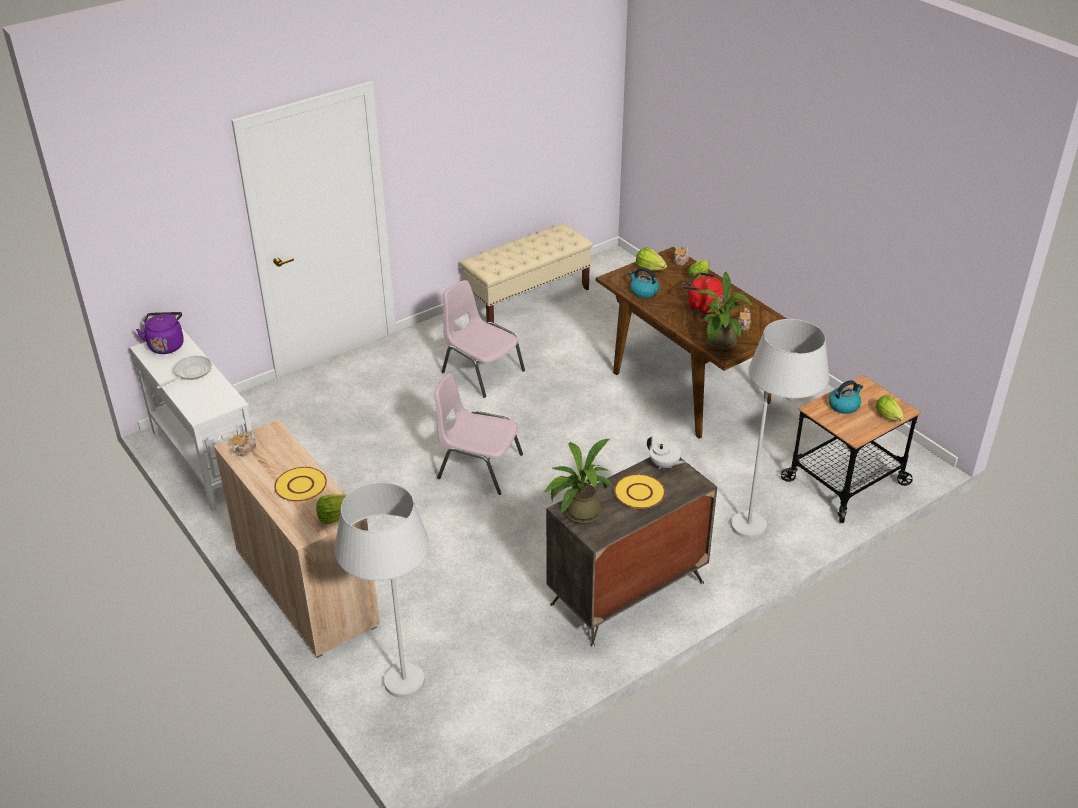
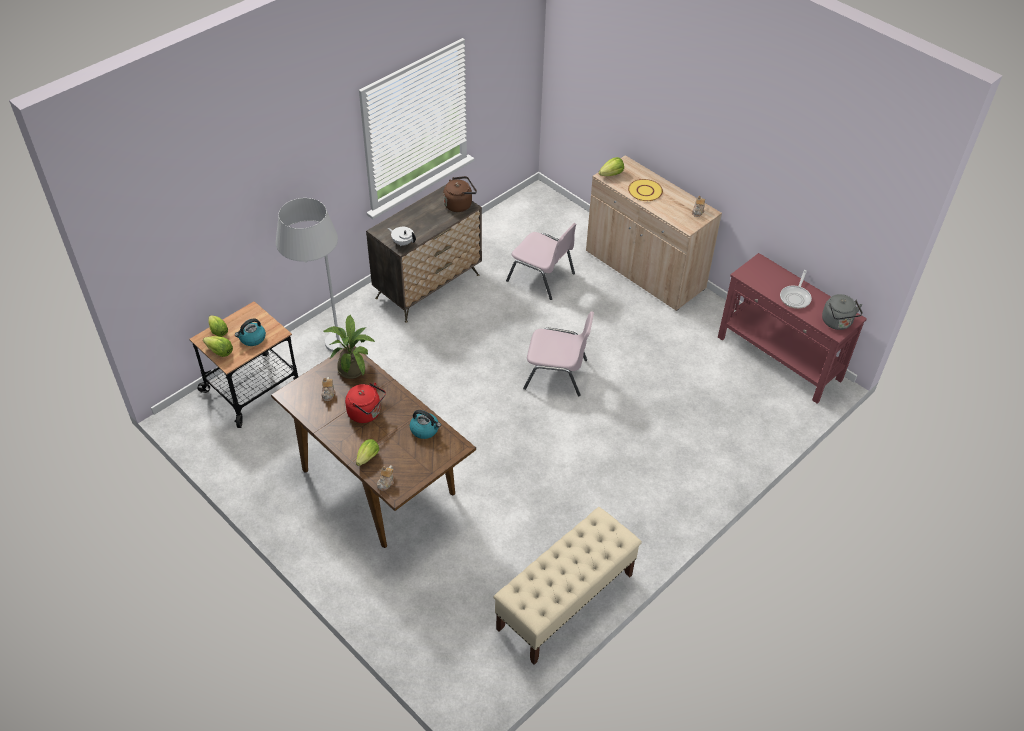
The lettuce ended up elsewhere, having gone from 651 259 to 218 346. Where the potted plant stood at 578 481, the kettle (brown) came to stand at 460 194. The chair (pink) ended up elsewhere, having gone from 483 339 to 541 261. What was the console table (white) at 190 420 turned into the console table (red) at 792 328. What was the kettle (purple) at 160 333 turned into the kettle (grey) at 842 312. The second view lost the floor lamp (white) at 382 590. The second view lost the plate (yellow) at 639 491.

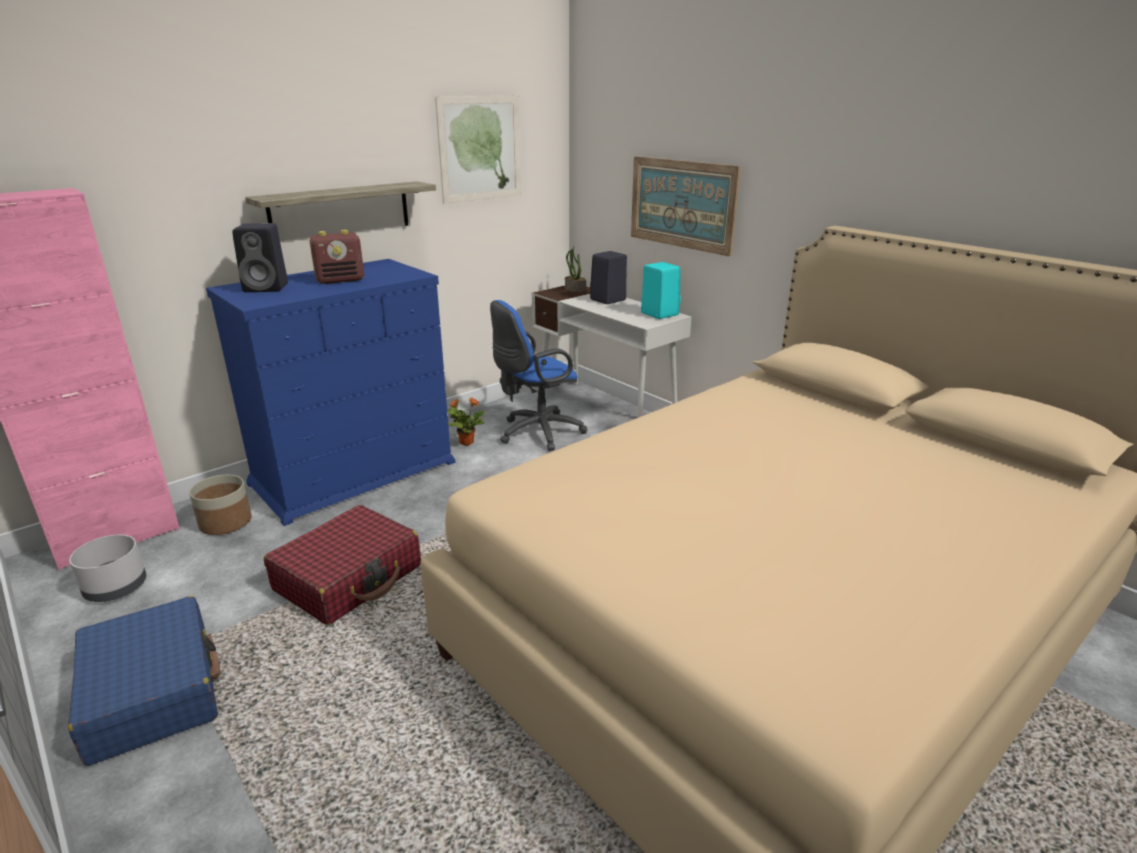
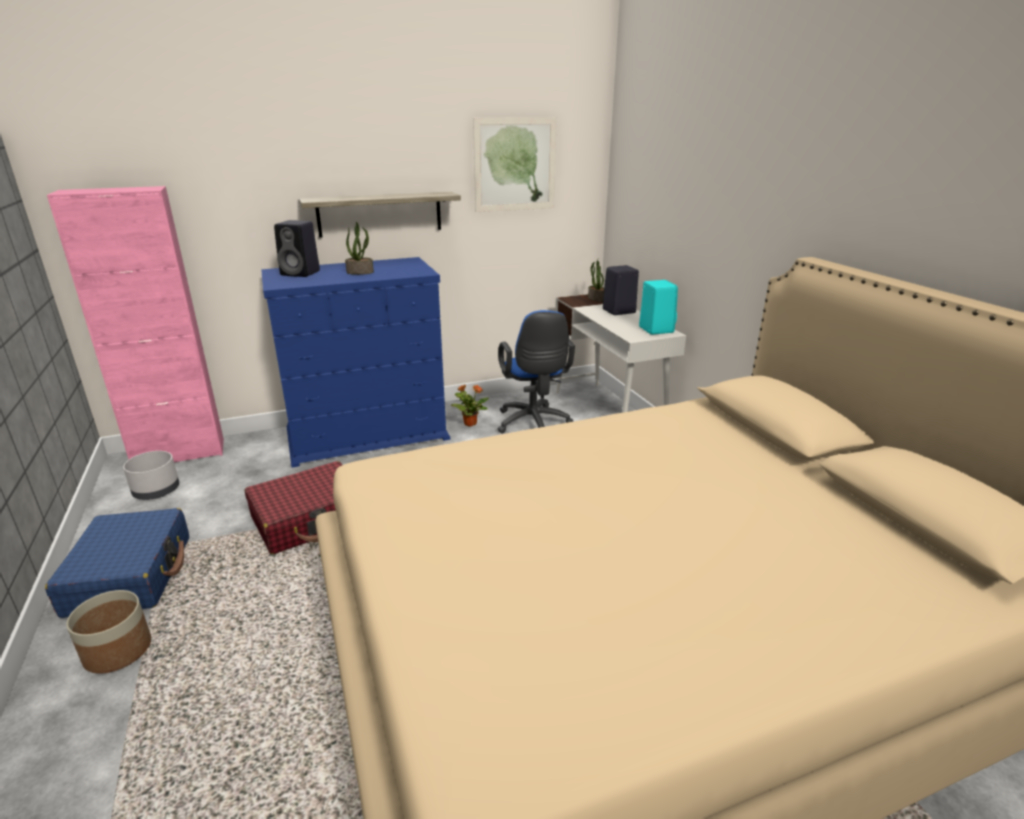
The planter ended up elsewhere, having gone from 220 505 to 108 632. Where the radio stood at 337 257, the potted plant came to stand at 359 248. The office chair (blue) at 538 375 ended up facing another way, 90 degrees counterclockwise from before. The second view lost the picture at 686 206.

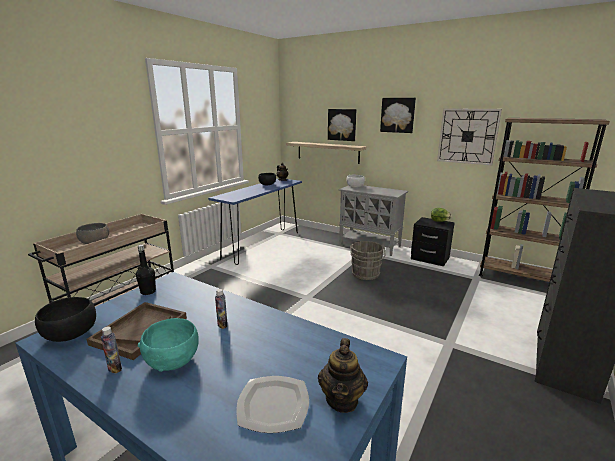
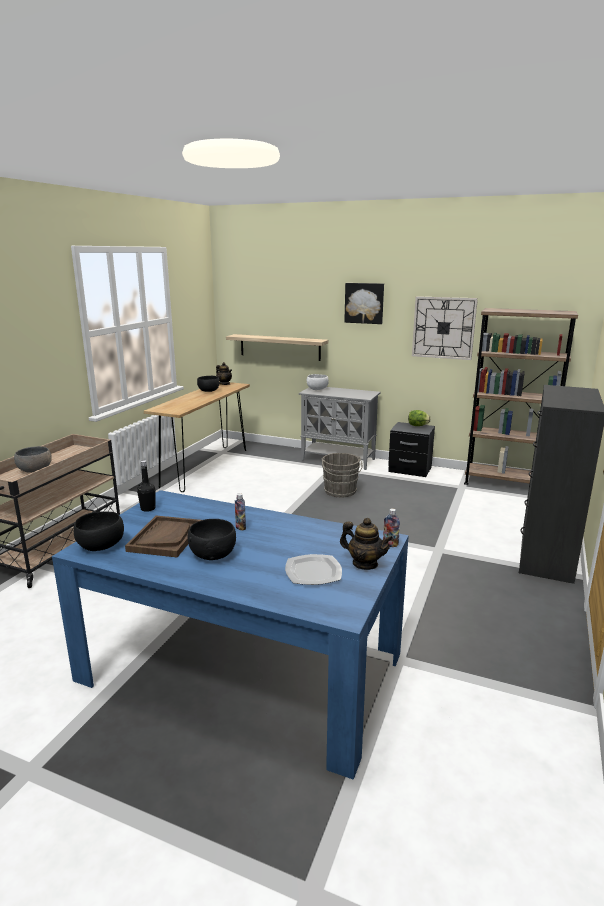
What was the console table (blue) at 255 221 turned into the console table (brown) at 197 437. What was the bowl (turquoise) at 168 345 turned into the bowl (black) at 212 539. The teapot at 343 375 ended up facing another way, 60 degrees counterclockwise from before. The bottle ended up elsewhere, having gone from 111 349 to 391 527. The second view lost the picture at 342 125.

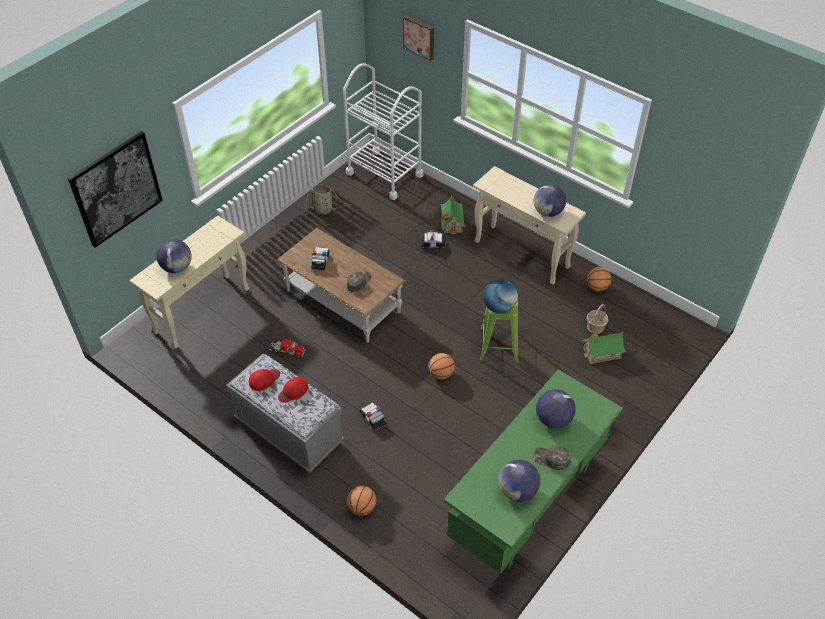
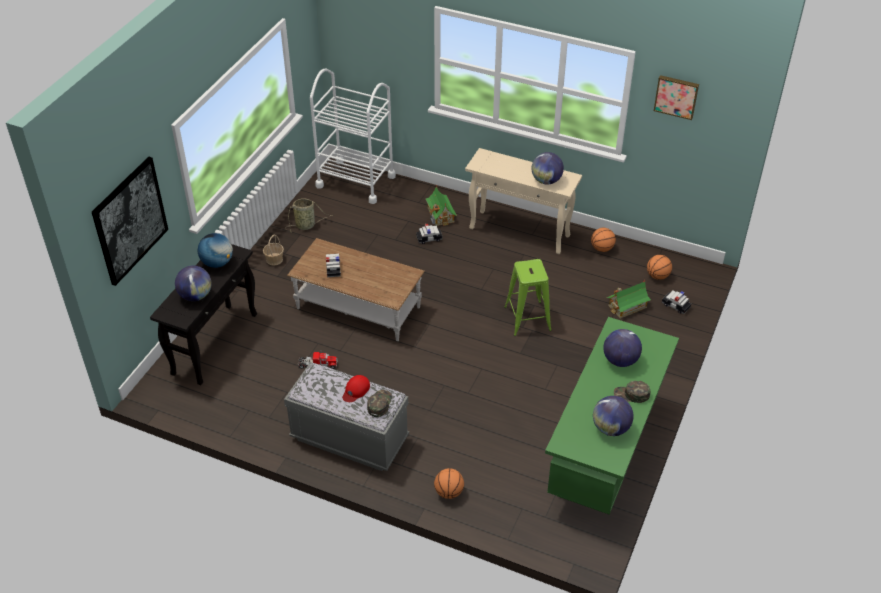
What was the console table (beige) at 189 282 turned into the console table (black) at 203 314. The globe ended up elsewhere, having gone from 500 296 to 215 250. The basket ended up elsewhere, having gone from 597 319 to 273 250. The cap (green) ended up elsewhere, having gone from 359 281 to 379 403. The basketball ended up elsewhere, having gone from 442 366 to 659 267. The picture ended up elsewhere, having gone from 418 38 to 676 97. The toy car ended up elsewhere, having gone from 373 417 to 676 302. The second view lost the cap (red) at 264 380.

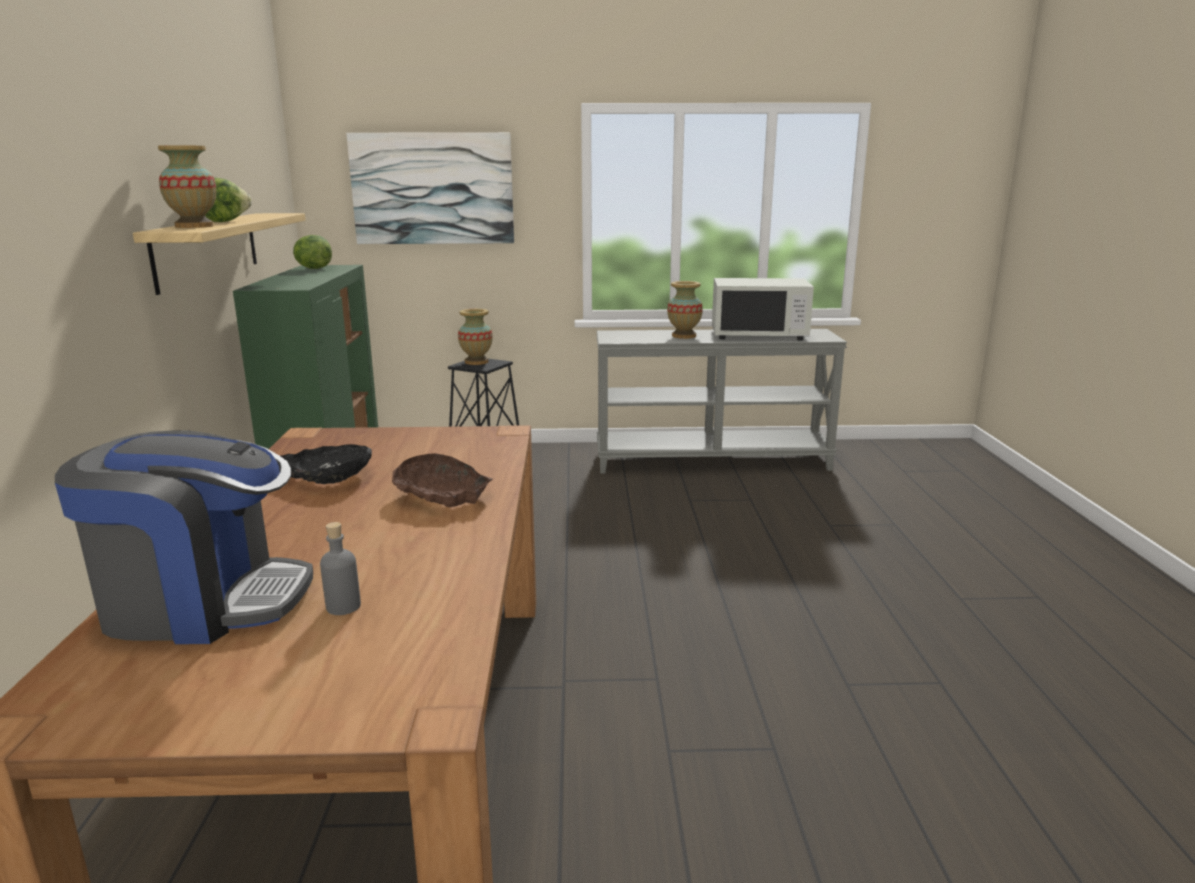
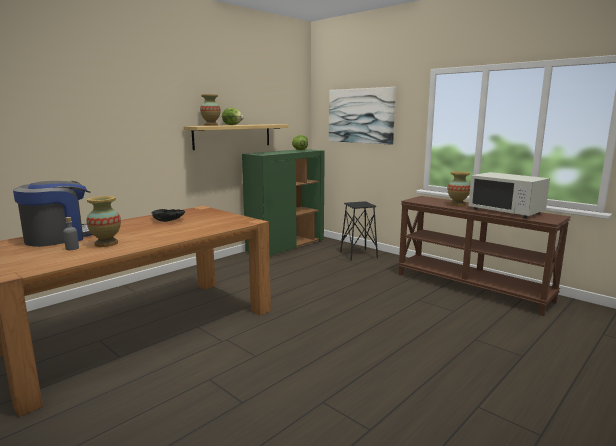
The coffee machine at 184 537 ended up facing another way, 90 degrees counterclockwise from before. The vase ended up elsewhere, having gone from 475 337 to 104 221. What was the console table (grey) at 722 401 turned into the console table (brown) at 484 256. The second view lost the bowl (brown) at 442 480.

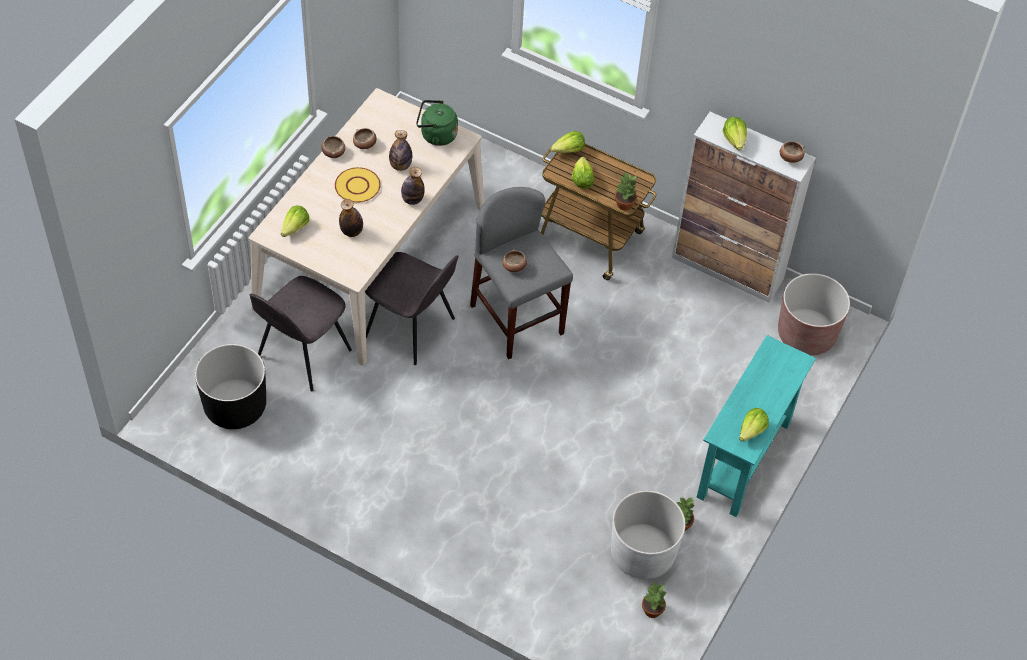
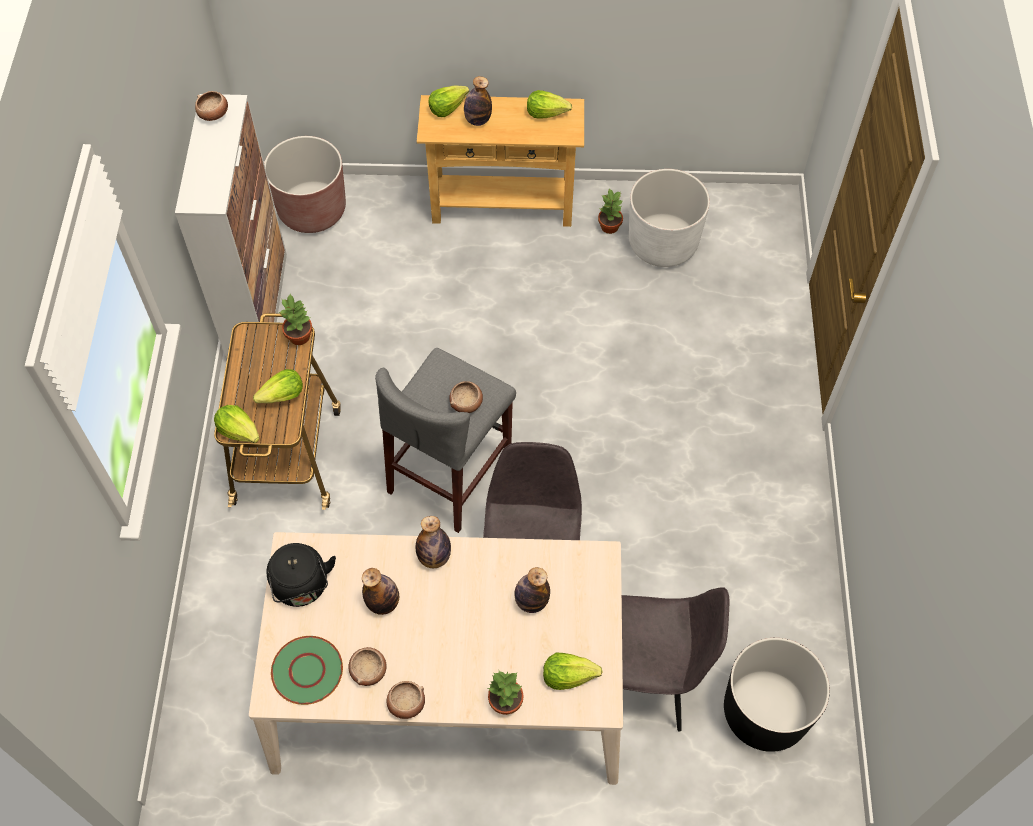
What was the kettle (green) at 437 123 turned into the kettle (black) at 301 575. The second view gained the plate (green) at 307 670. What was the console table (turquoise) at 756 426 turned into the console table (beige) at 500 161. The lettuce ended up elsewhere, having gone from 735 133 to 449 101. The second view gained the bottle at 478 101. The potted plant ended up elsewhere, having gone from 654 600 to 505 693. The second view lost the plate (yellow) at 358 185.

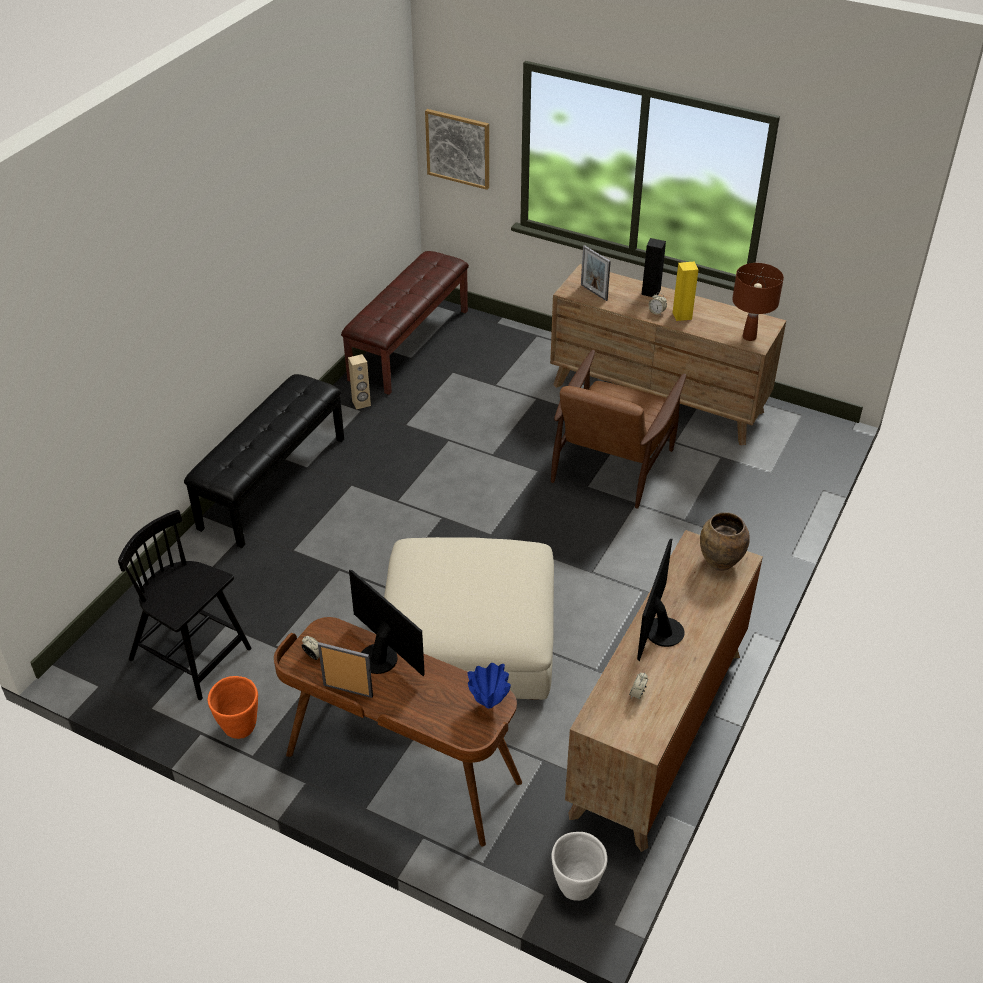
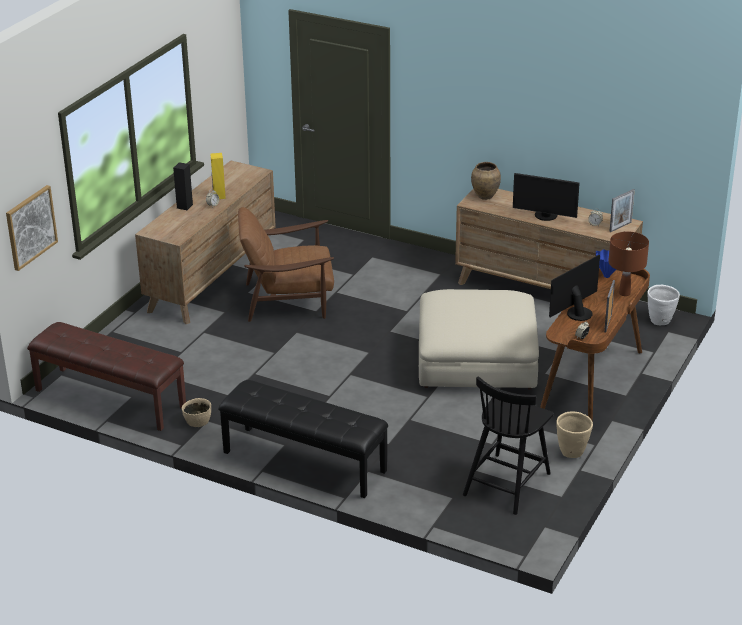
Where the speaker (beige) stood at 359 382, the bowl (beige) came to stand at 196 412. The armchair (brown) at 618 429 ended up facing another way, 150 degrees clockwise from before. What was the planter (orange) at 233 707 turned into the planter (beige) at 574 434. The table lamp (brown) ended up elsewhere, having gone from 758 302 to 628 263. The picture frame ended up elsewhere, having gone from 596 273 to 622 210.

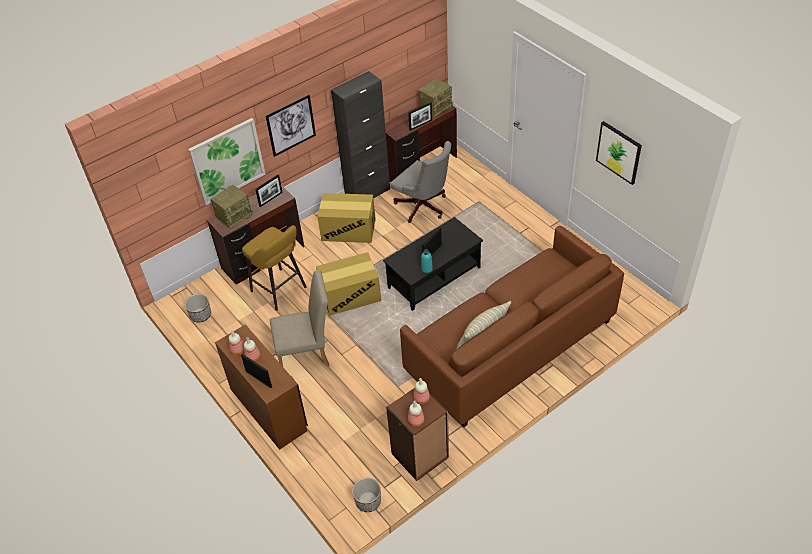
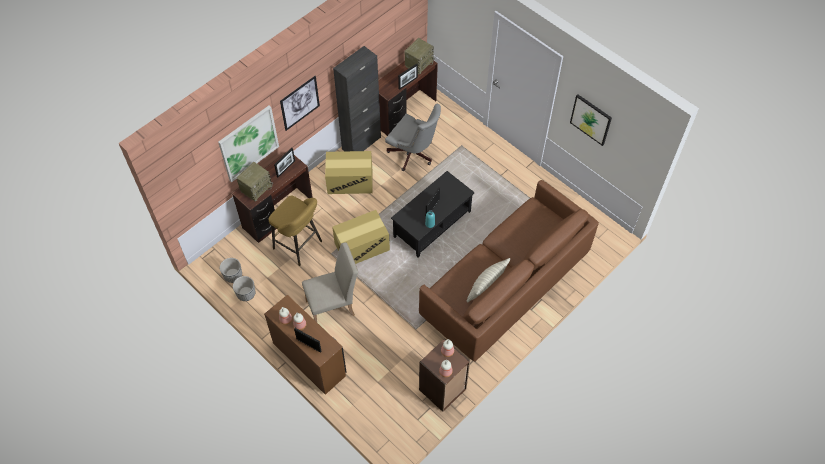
The planter ended up elsewhere, having gone from 366 495 to 244 288.

